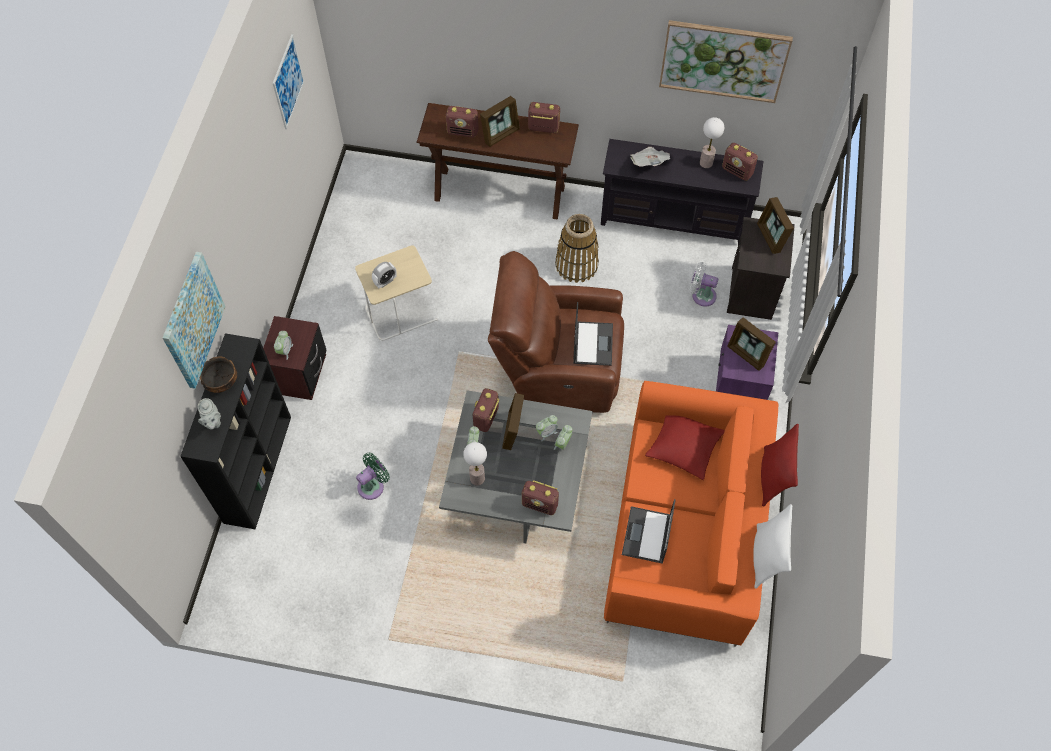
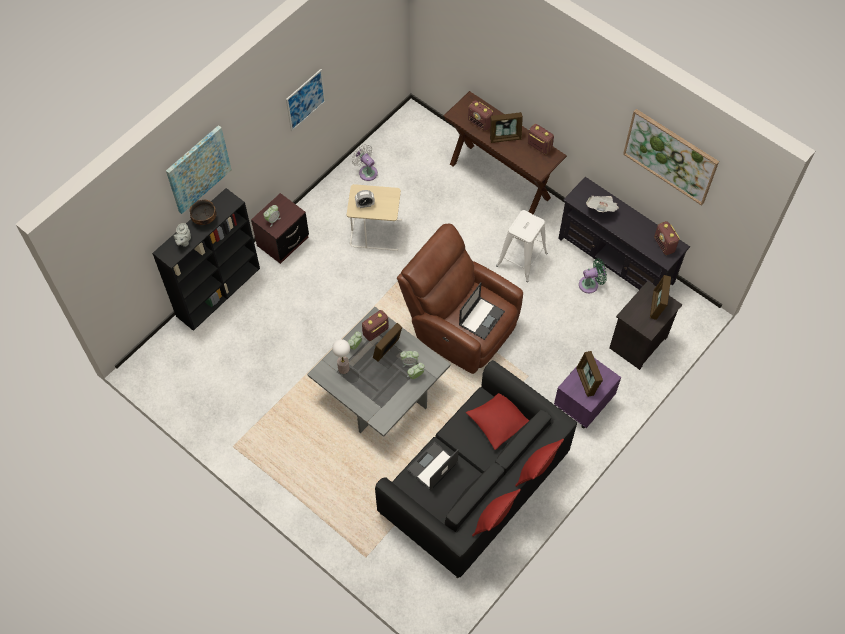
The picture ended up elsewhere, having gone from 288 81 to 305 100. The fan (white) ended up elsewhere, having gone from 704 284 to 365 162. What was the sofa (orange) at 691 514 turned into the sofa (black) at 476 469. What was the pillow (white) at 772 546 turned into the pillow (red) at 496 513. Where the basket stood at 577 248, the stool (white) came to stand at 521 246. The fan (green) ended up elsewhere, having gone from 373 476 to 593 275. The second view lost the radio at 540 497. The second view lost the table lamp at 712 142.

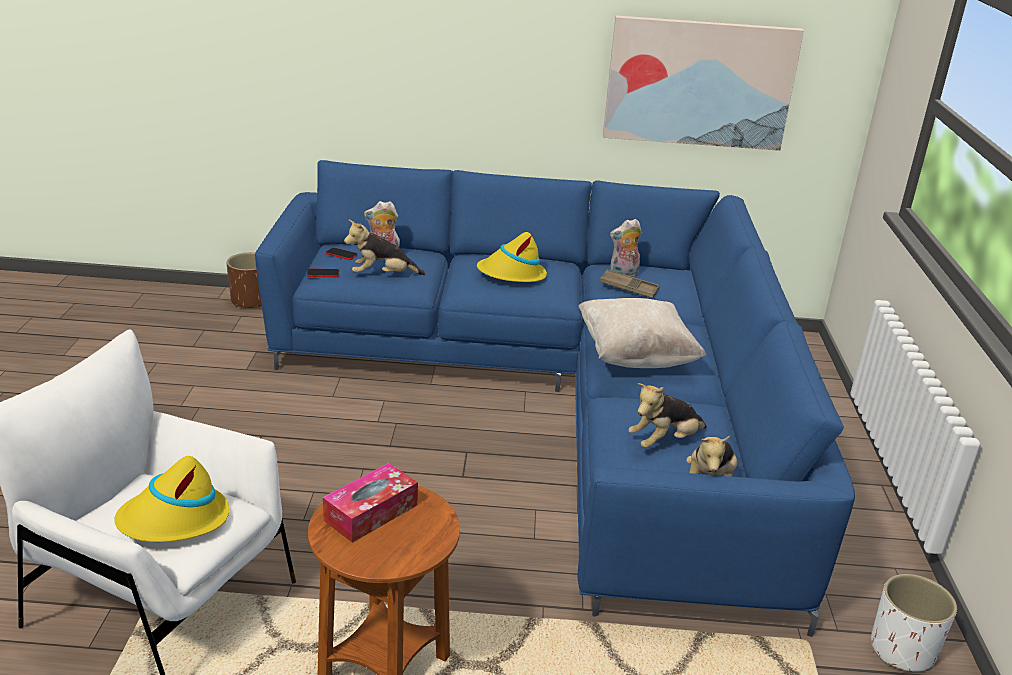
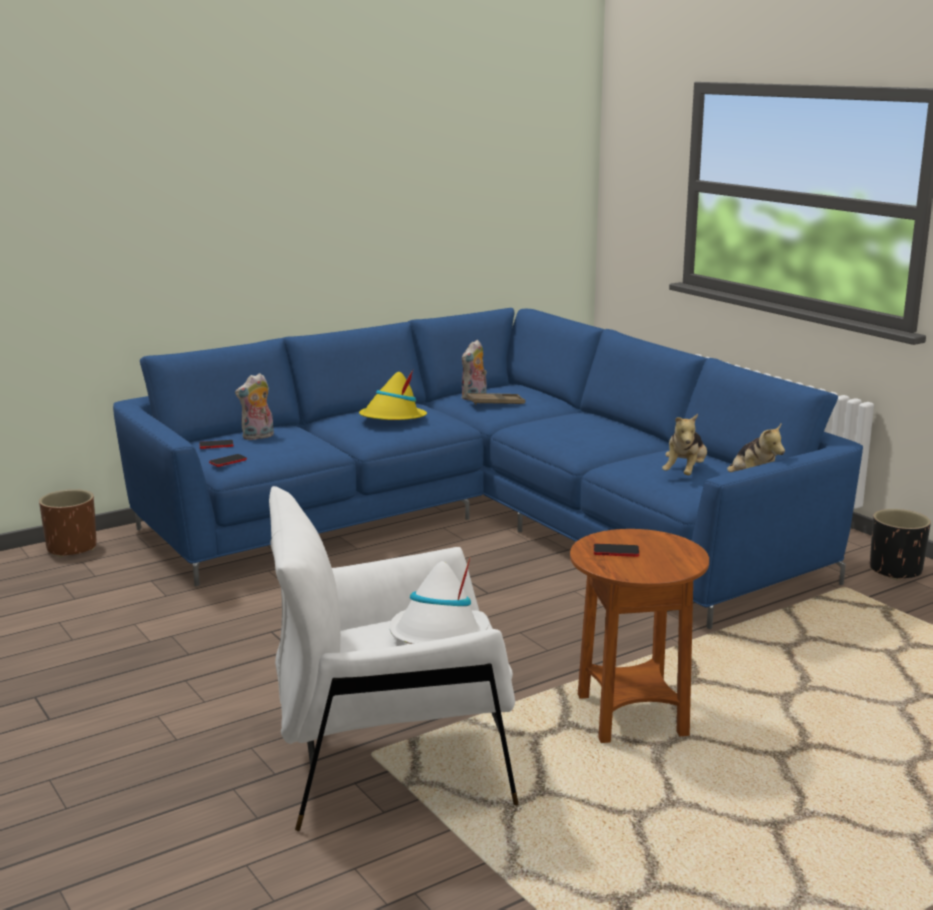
What was the hat (yellow) at 171 499 turned into the hat (white) at 439 601. Where the tissue box stood at 370 503, the phone came to stand at 616 550. What was the planter (white) at 914 623 turned into the planter (black) at 900 544. The second view lost the plush toy at 384 247. The second view lost the pillow (beige) at 642 333. The second view lost the picture at 703 83.

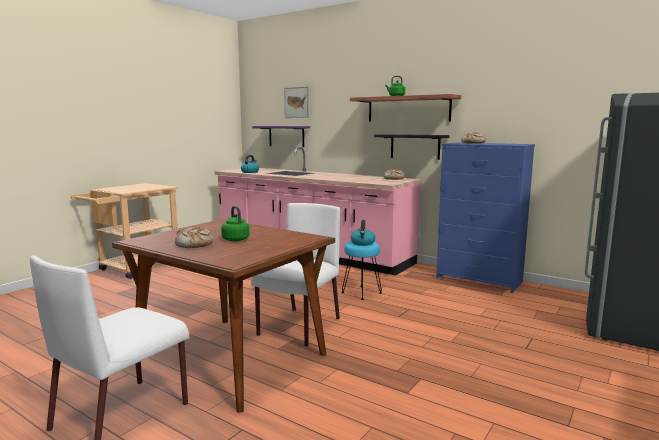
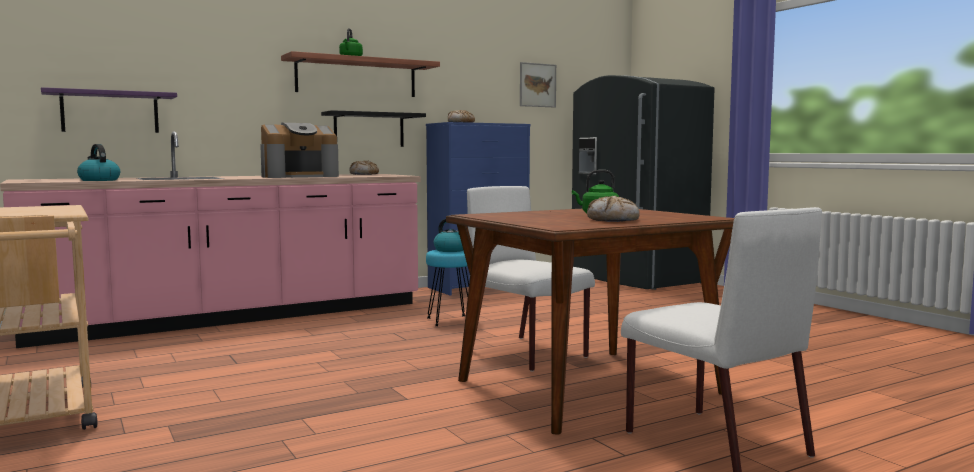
The second view gained the coffee machine at 299 150. The picture ended up elsewhere, having gone from 296 102 to 538 84.

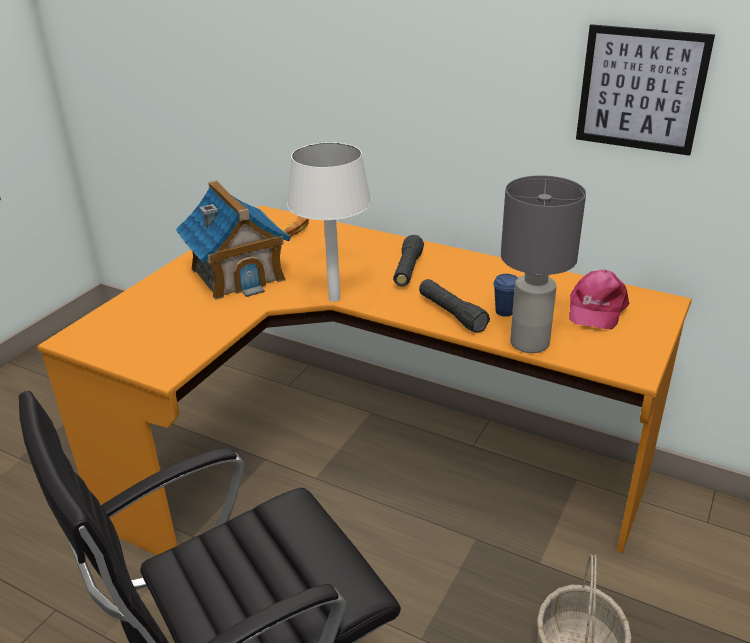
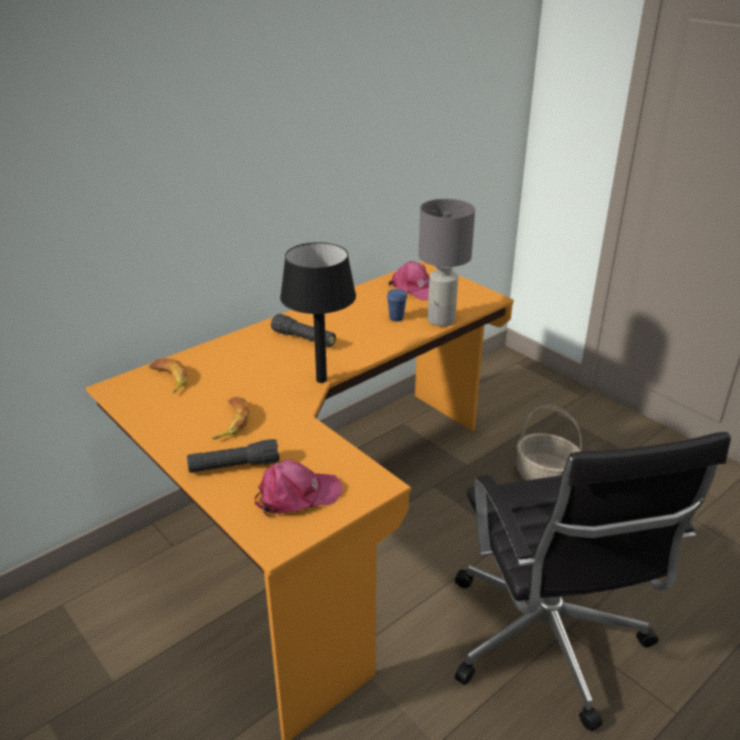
The flashlight (black) ended up elsewhere, having gone from 454 306 to 233 456. Where the toy house stood at 233 240, the banana came to stand at 230 418. The second view gained the cap (pink) at 299 488. What was the table lamp (white) at 329 222 turned into the table lamp (black) at 318 312. The second view lost the picture at 645 90.

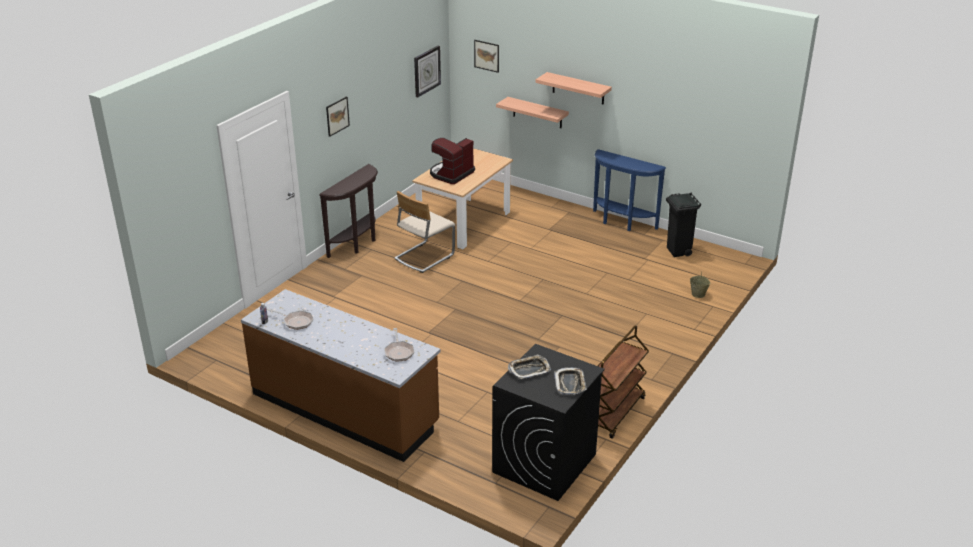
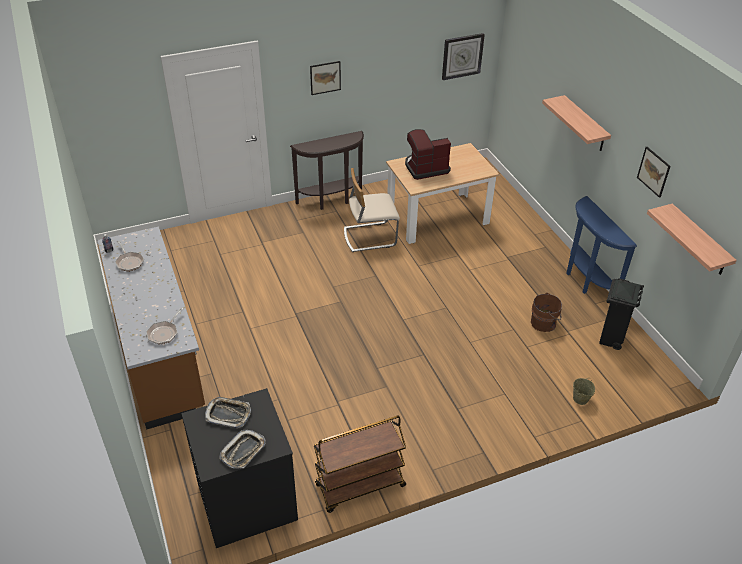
The second view gained the bucket (brown) at 546 312. The picture ended up elsewhere, having gone from 486 56 to 654 172. The shelf ended up elsewhere, having gone from 532 112 to 692 239.

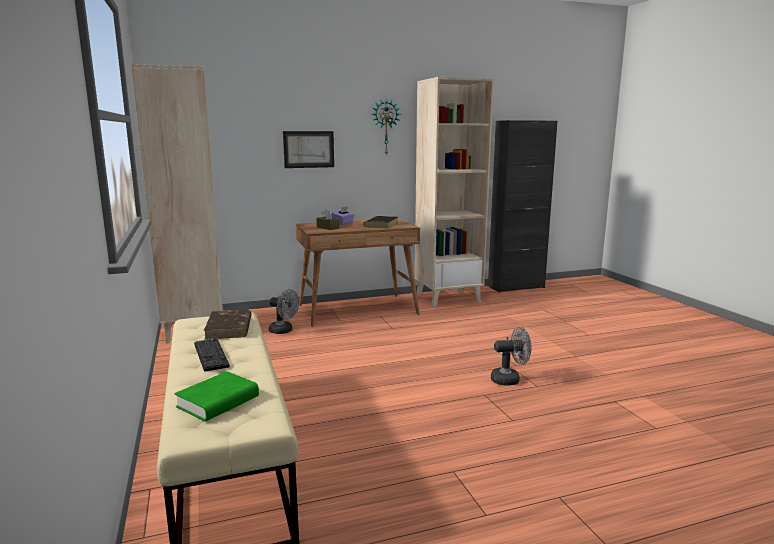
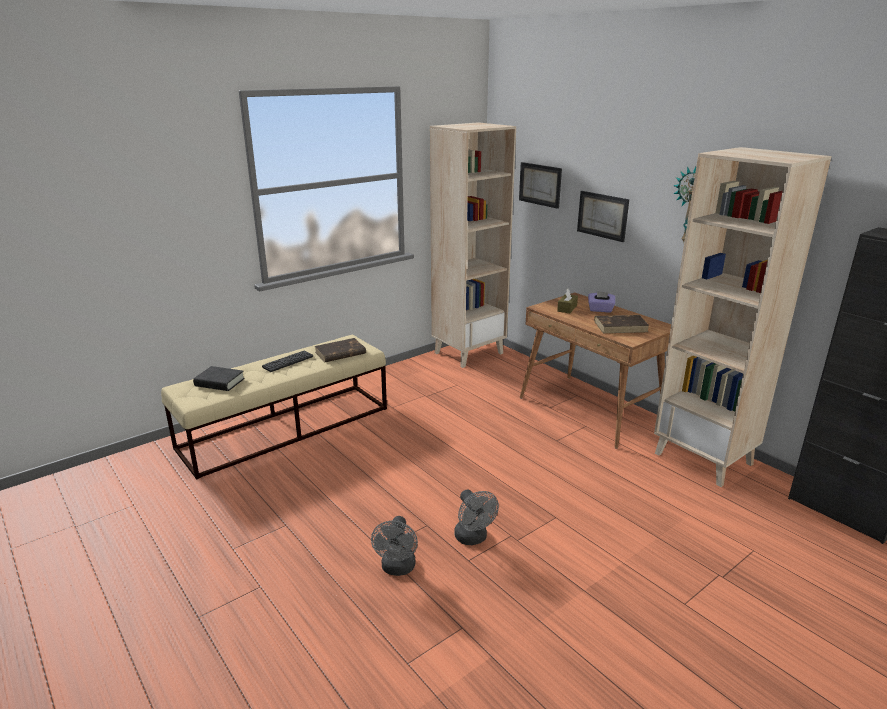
What was the book (green) at 216 396 turned into the book (black) at 219 378. The fan (grey) ended up elsewhere, having gone from 284 311 to 394 546. The second view gained the picture at 540 185.

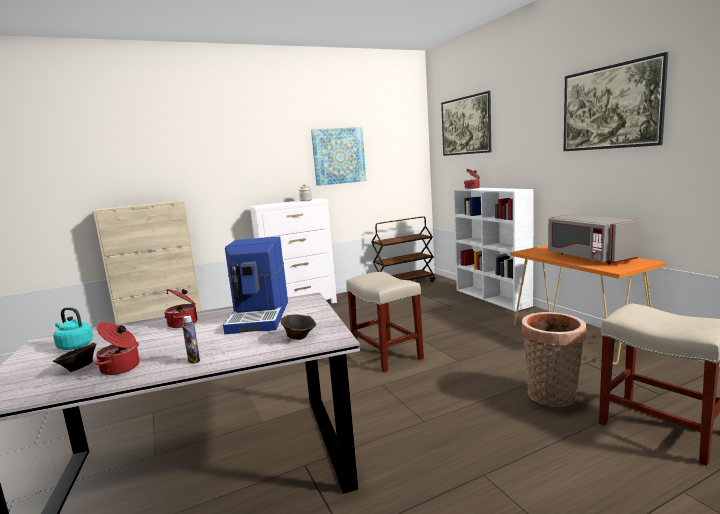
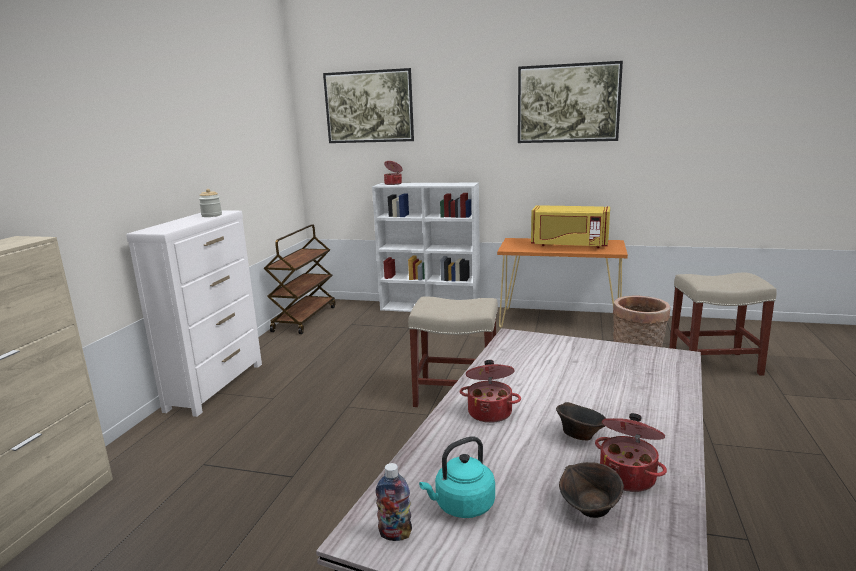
The bottle ended up elsewhere, having gone from 191 340 to 393 502. What was the microwave (grey) at 594 239 turned into the microwave (yellow) at 570 226. The bowl (brown) ended up elsewhere, having gone from 298 327 to 581 421. The second view lost the coffee machine at 255 285. The second view lost the picture at 338 156.

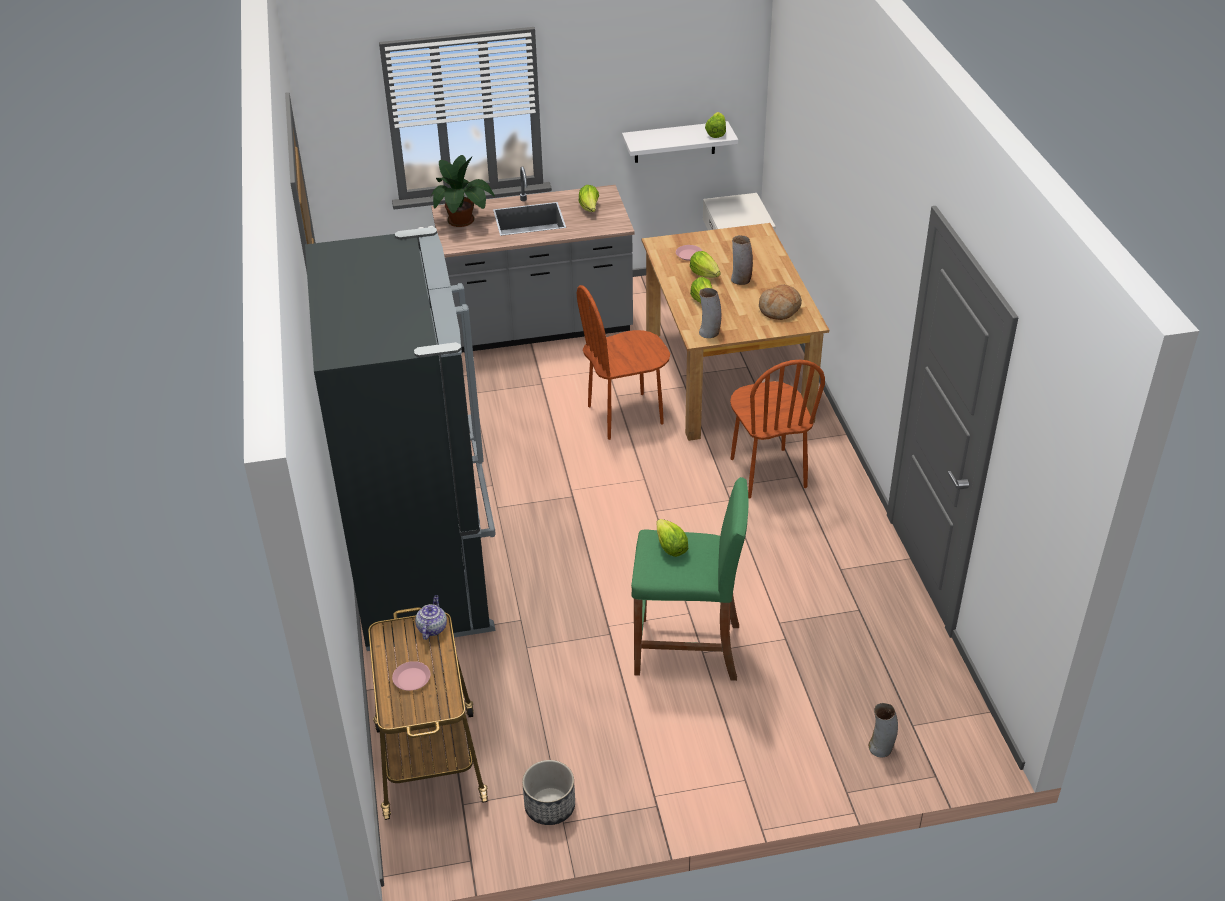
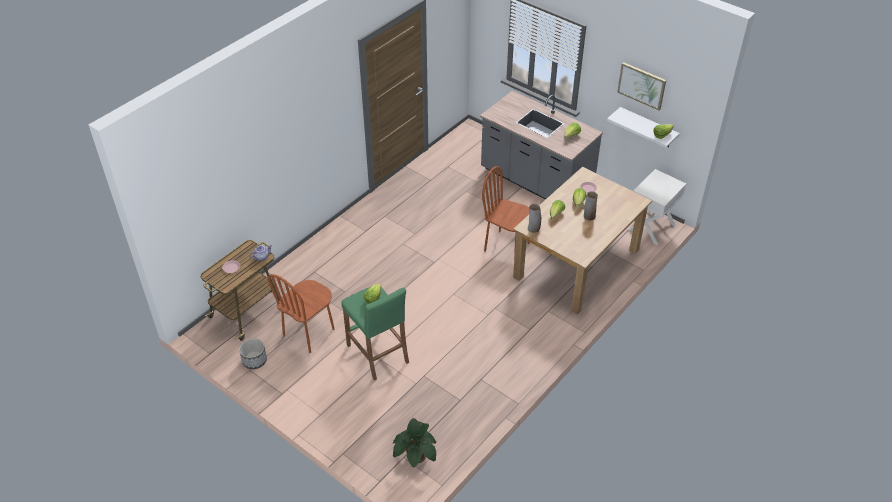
The chair (brown) ended up elsewhere, having gone from 777 429 to 301 313. The potted plant ended up elsewhere, having gone from 462 191 to 414 442. The second view gained the picture at 641 86. The second view lost the fridge (black) at 400 439. The second view lost the bread at 780 302. The second view lost the vase at 883 730.

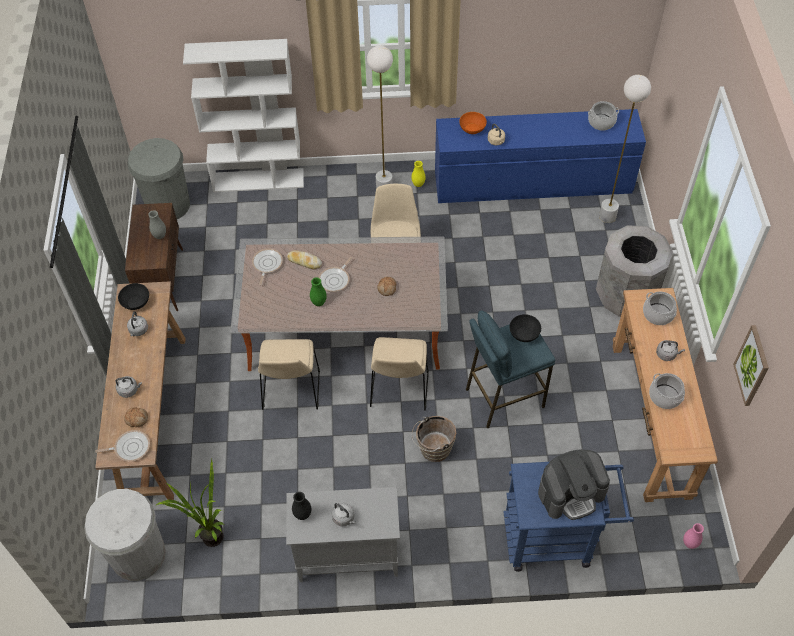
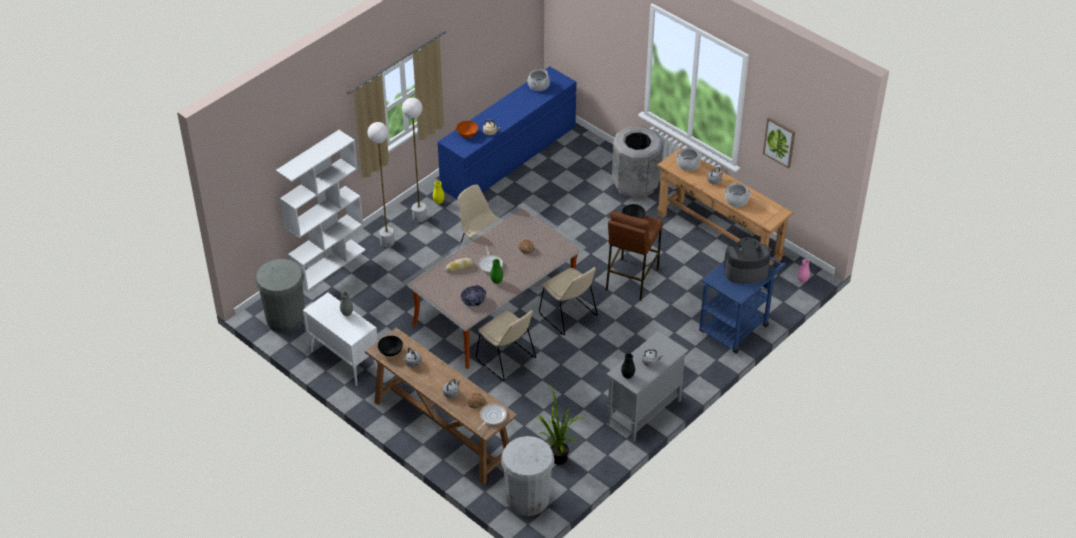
What was the cabinet (brown) at 154 257 turned into the cabinet (white) at 340 339. The floor lamp (white) ended up elsewhere, having gone from 625 149 to 381 184. The second view gained the bowl at 473 295. What was the stool (blue) at 510 369 turned into the stool (brown) at 634 256. The coffee machine at 574 484 ended up facing another way, 120 degrees counterclockwise from before. The second view lost the frying pan at 267 266. The second view lost the bucket (brown) at 434 439.

